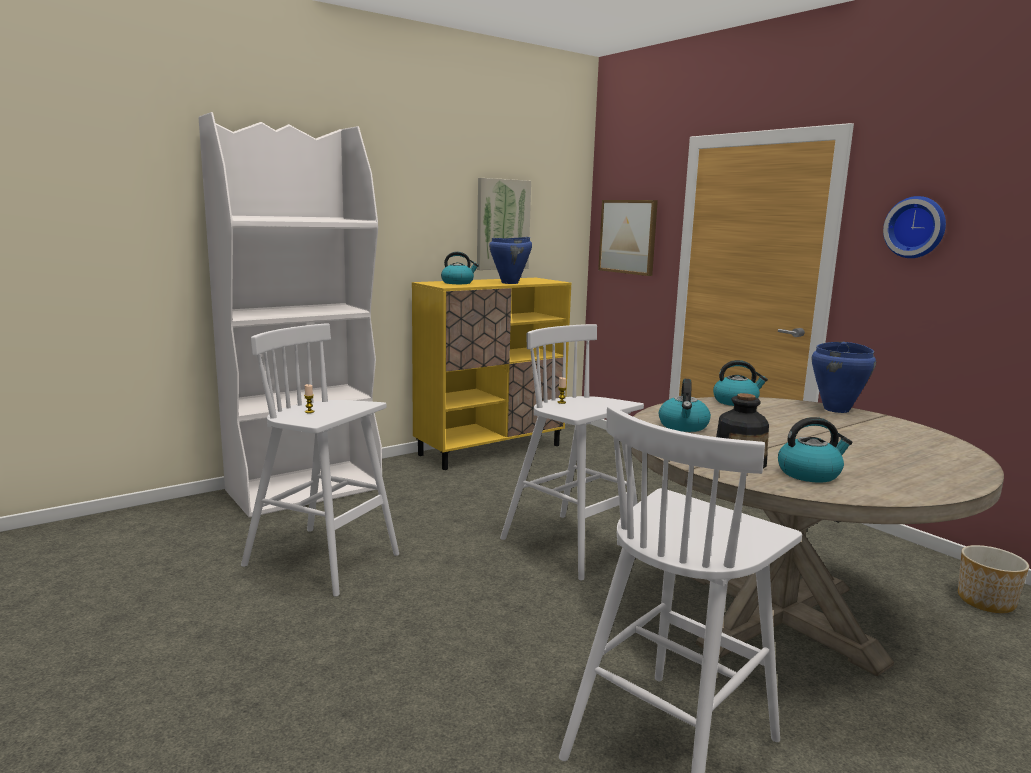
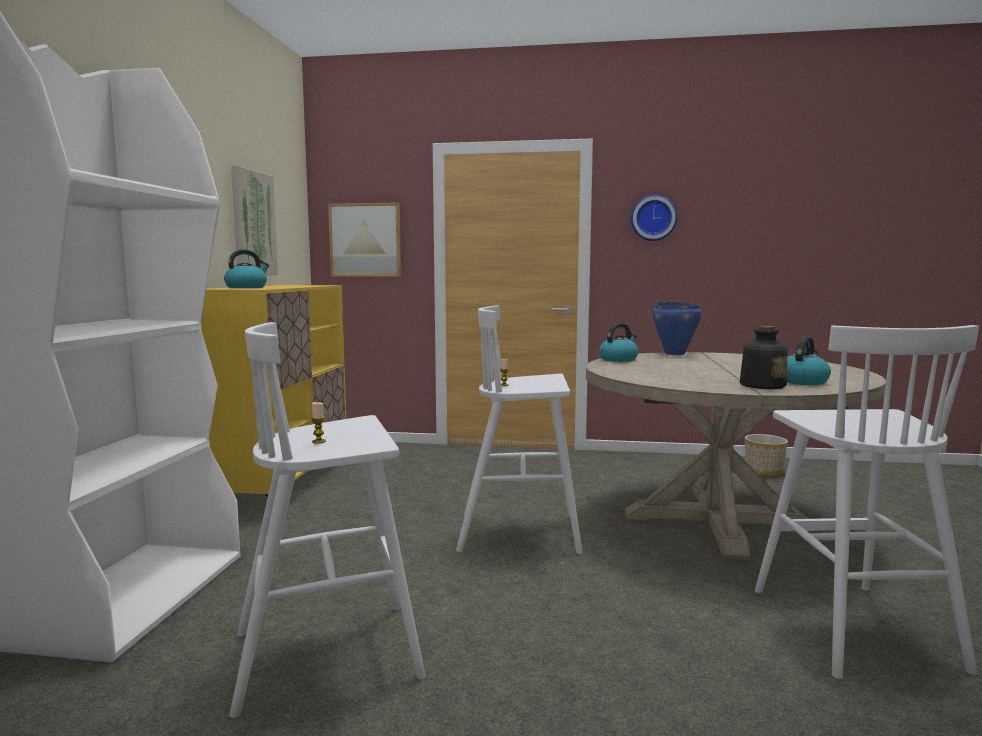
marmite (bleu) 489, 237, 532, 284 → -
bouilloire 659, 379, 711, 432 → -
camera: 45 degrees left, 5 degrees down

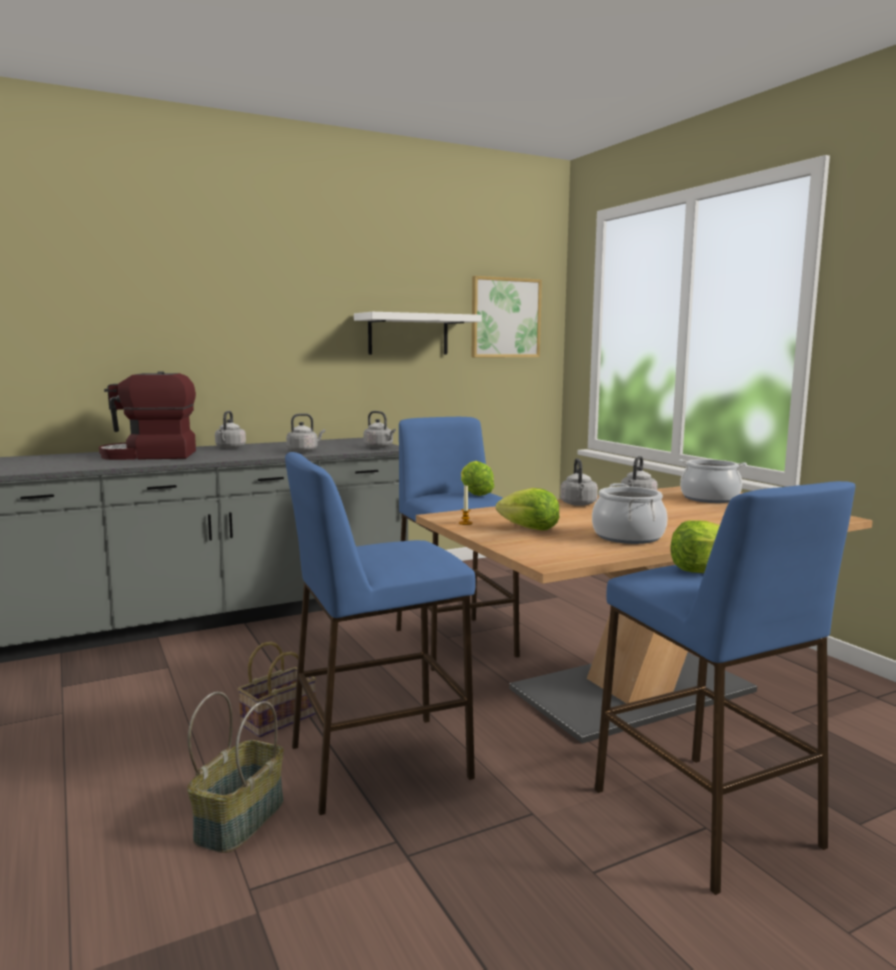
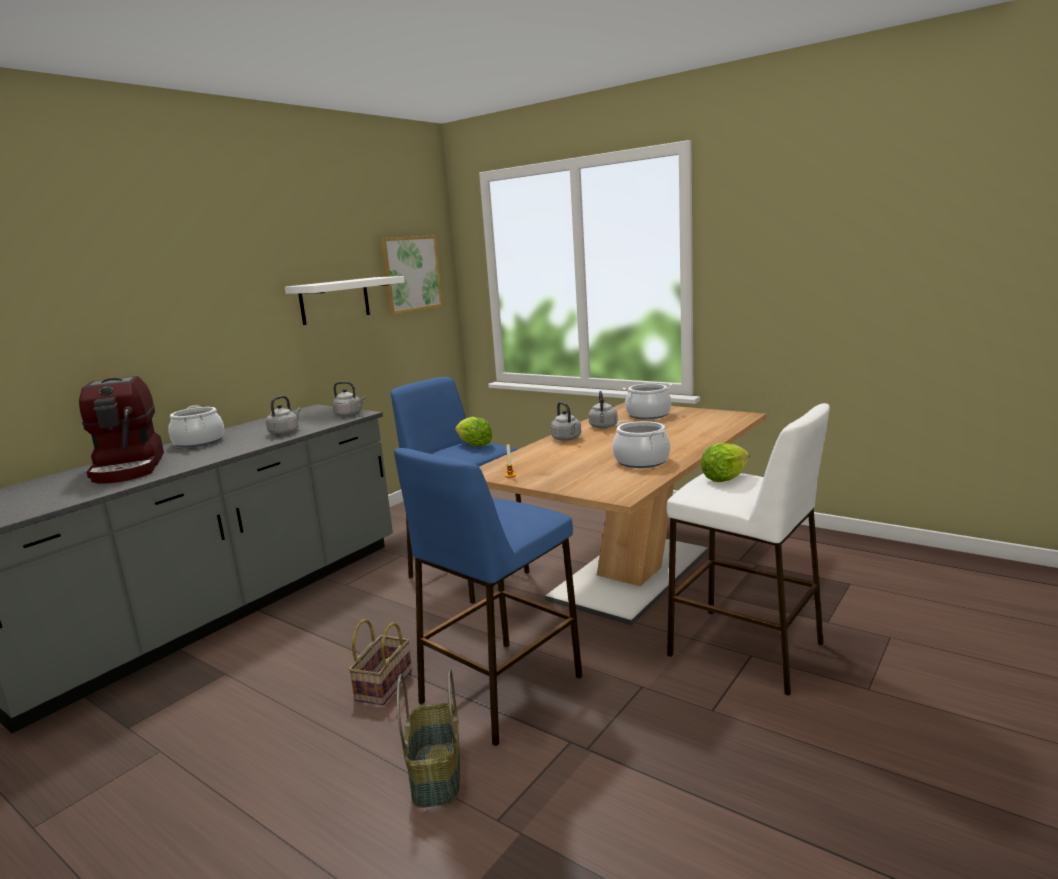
machine à café 99, 372, 196, 460 → machine à café 79, 376, 164, 484, 75 degrees counterclockwise
bouilloire (gris) 215, 411, 246, 449 → marmite 168, 405, 224, 448
tabouret (bleu) 595, 481, 855, 895 → tabouret (blanc) 667, 403, 830, 696
laitue 496, 488, 559, 530 → -
camera: 25 degrees left, 5 degrees up

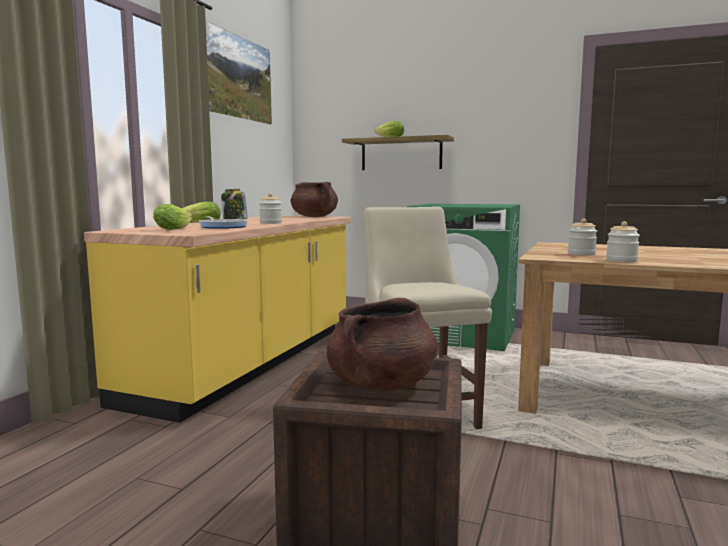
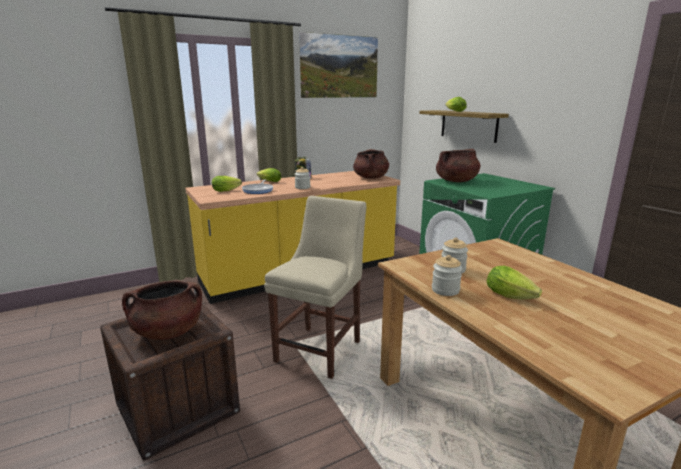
- → marmite (marron) 436, 149, 480, 182
- → laitue 486, 266, 542, 300
camera: 40 degrees right, 10 degrees up

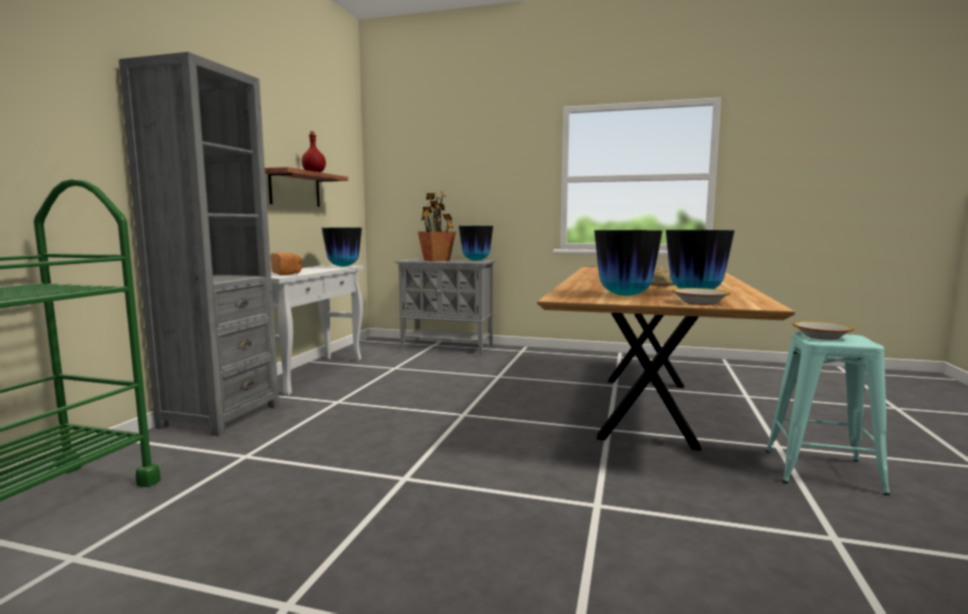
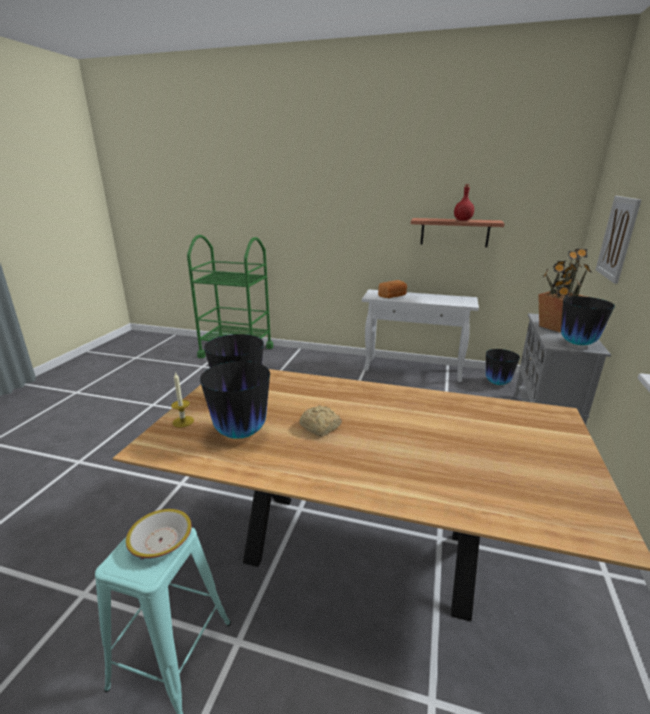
bol 672, 288, 731, 305 → bougie 171, 372, 194, 428
vase 322, 228, 362, 267 → vase 486, 349, 520, 385, shifted
- → tableau 596, 196, 641, 284
bibliothèque (gris) 119, 52, 279, 436 → -
camera: 90 degrees right, 15 degrees up

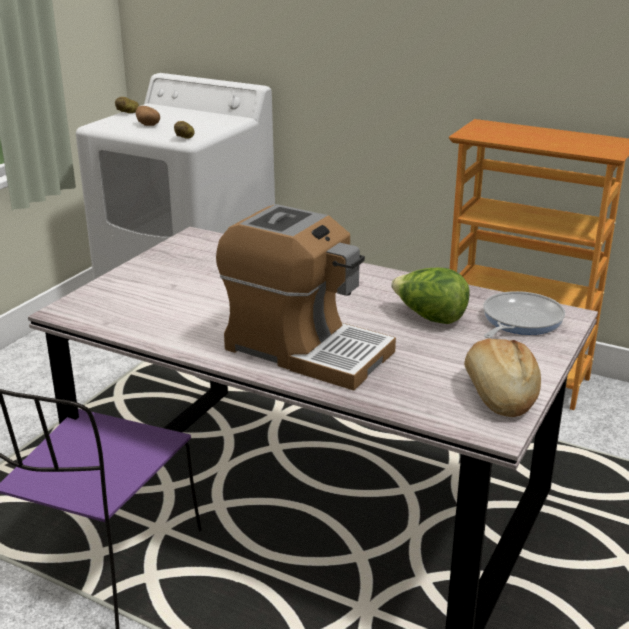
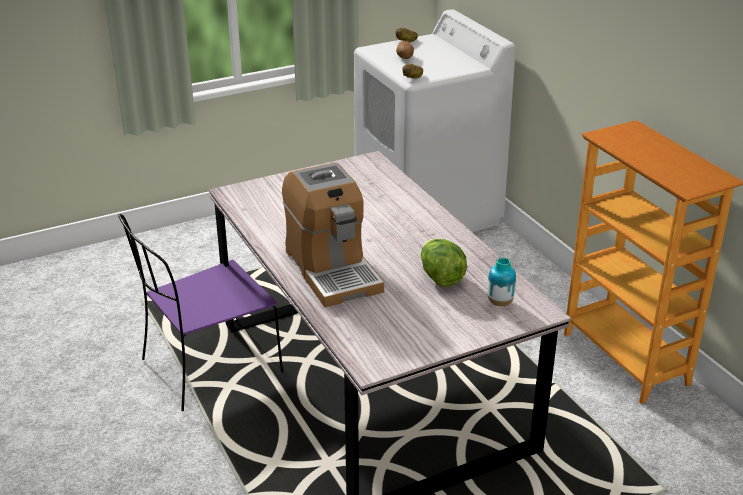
poêle 483, 291, 565, 338 → vase 487, 257, 516, 306
pain 464, 338, 541, 417 → -
camera: 35 degrees right, 5 degrees up

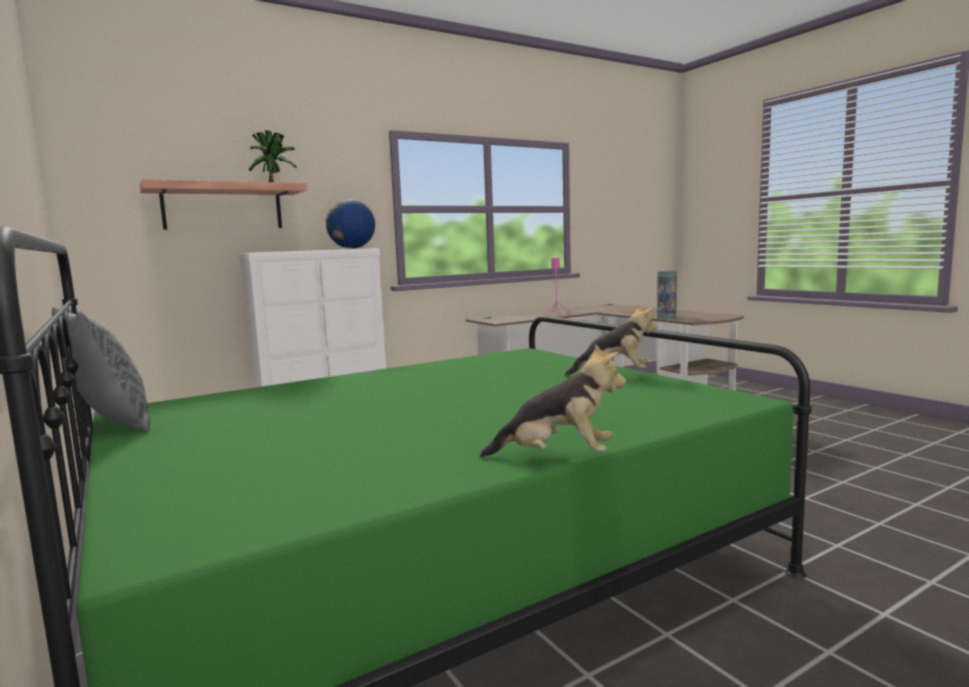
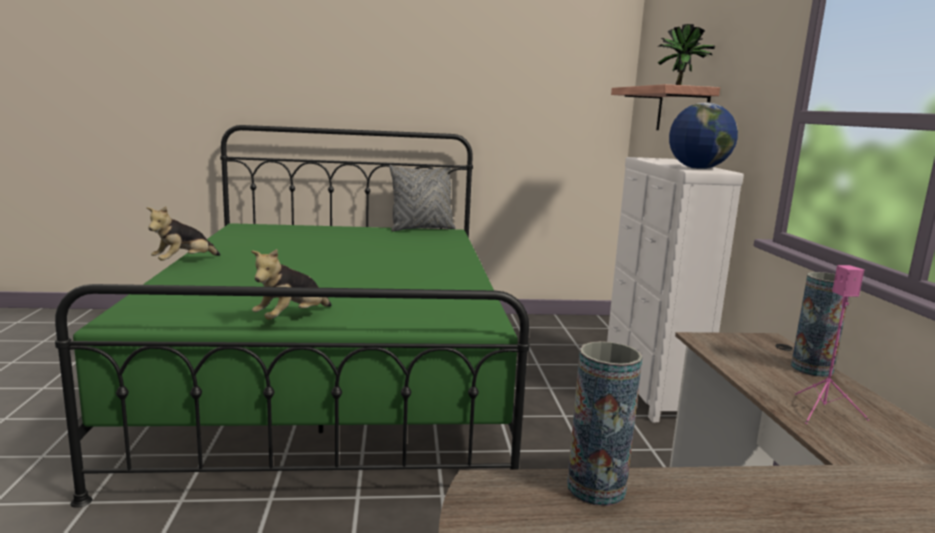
- → vase 791, 272, 849, 377
camera: 115 degrees right, 5 degrees up

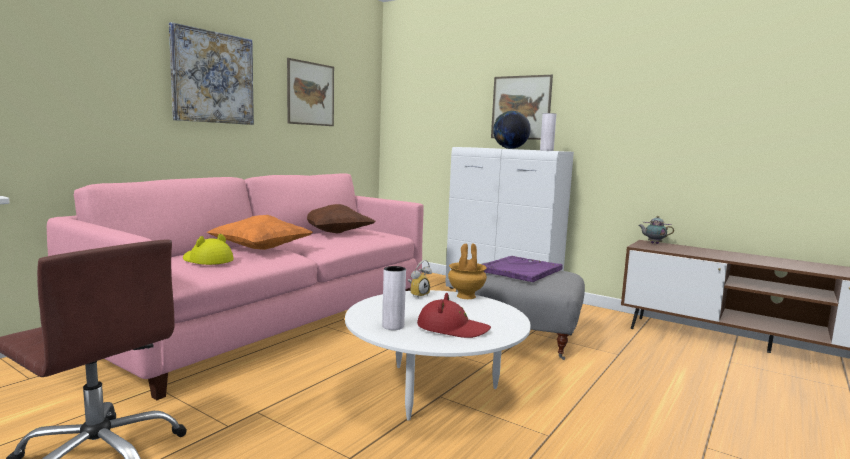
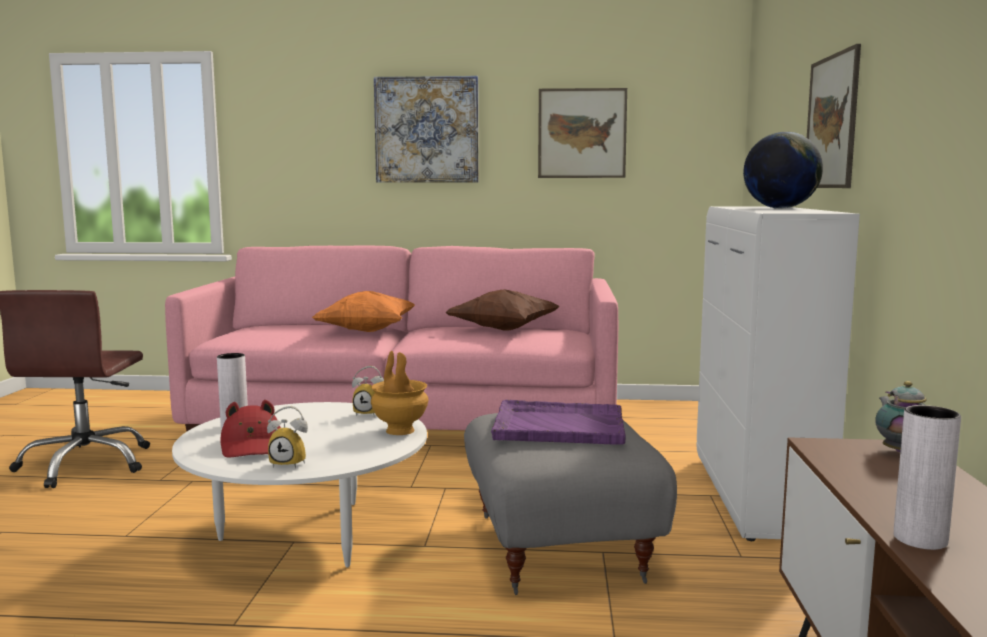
- → réveil 267, 406, 308, 468
vase (blanc) 540, 113, 556, 151 → vase (blanc) 894, 405, 961, 550, shifted
chapeau (jaune) 183, 234, 234, 265 → -
camera: 60 degrees right, 0 degrees up

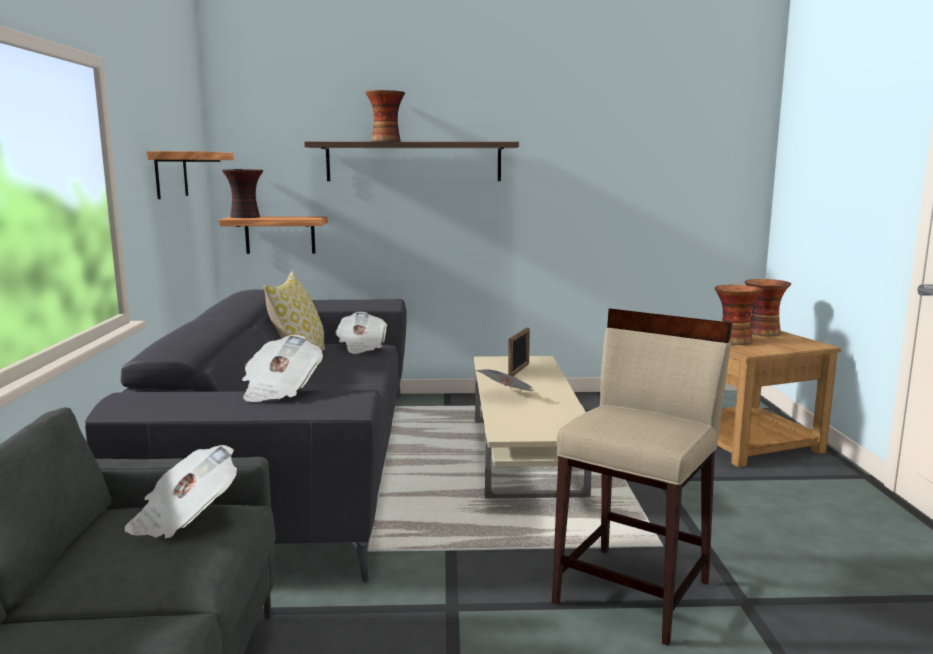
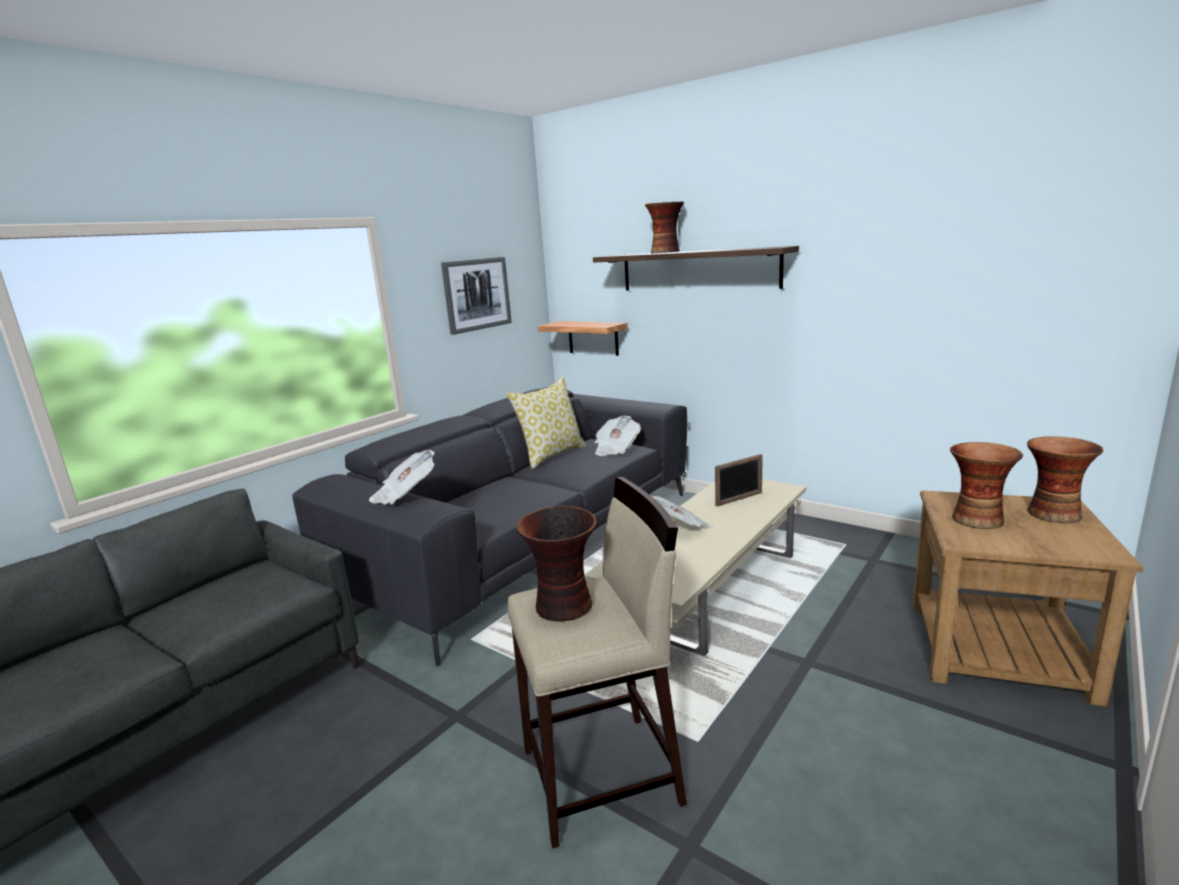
étagère 147, 151, 234, 199 → tableau 441, 257, 512, 335
vase 222, 169, 263, 218 → vase 516, 506, 597, 622, shifted
journal 125, 445, 237, 538 → -
camera: 40 degrees right, 5 degrees up

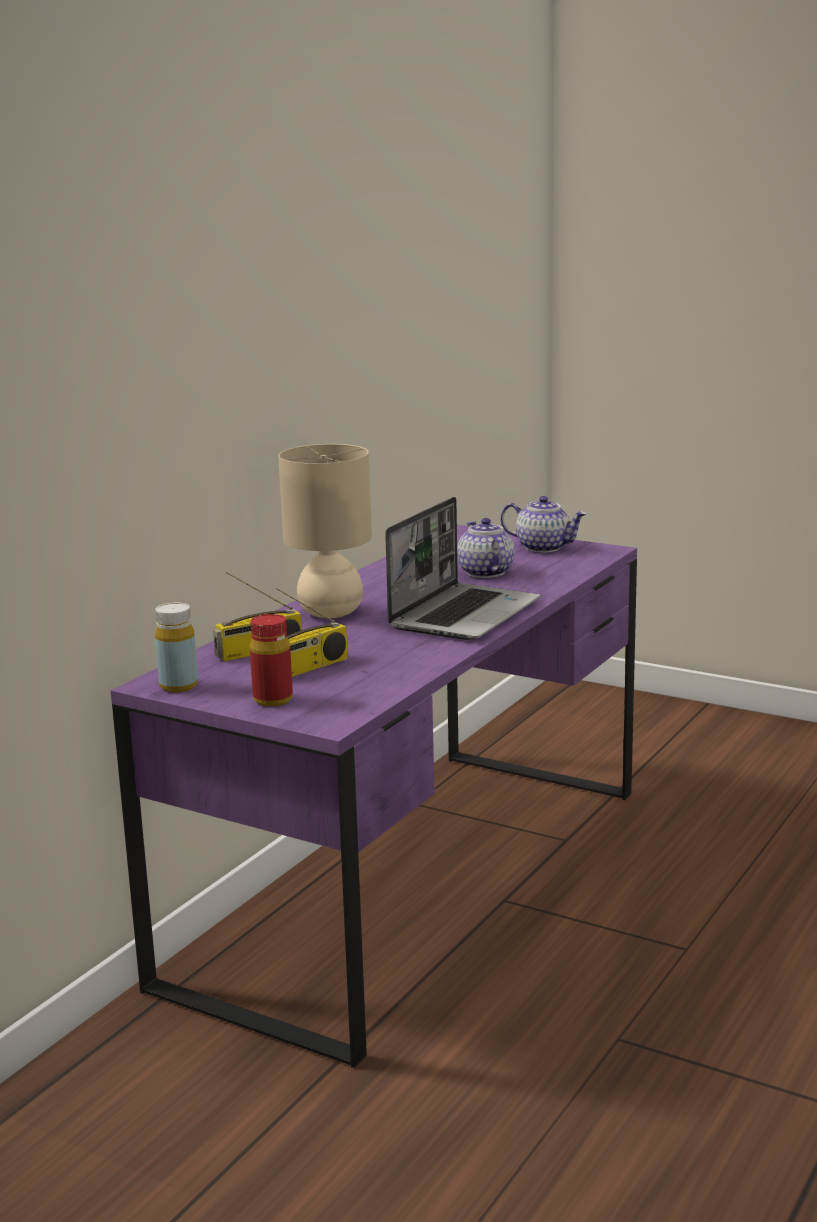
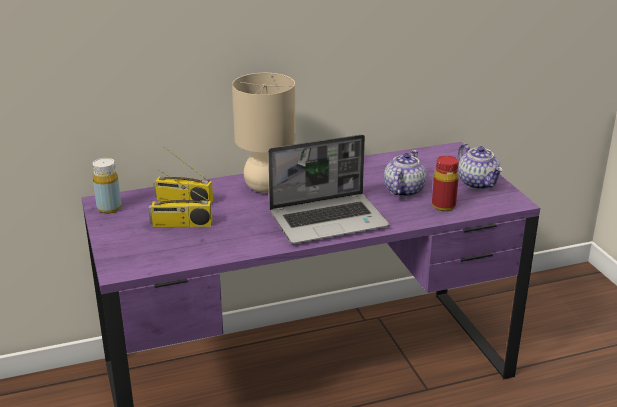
bouteille (rouge) 250, 614, 293, 706 → bouteille (rouge) 432, 156, 459, 211, shifted
camera: 40 degrees right, 10 degrees up

